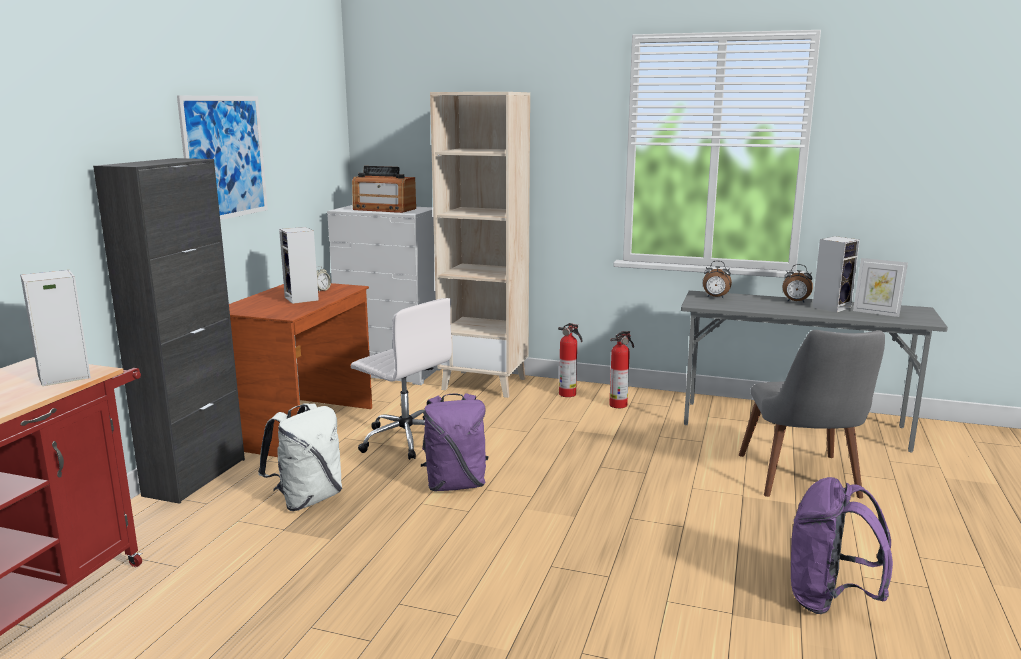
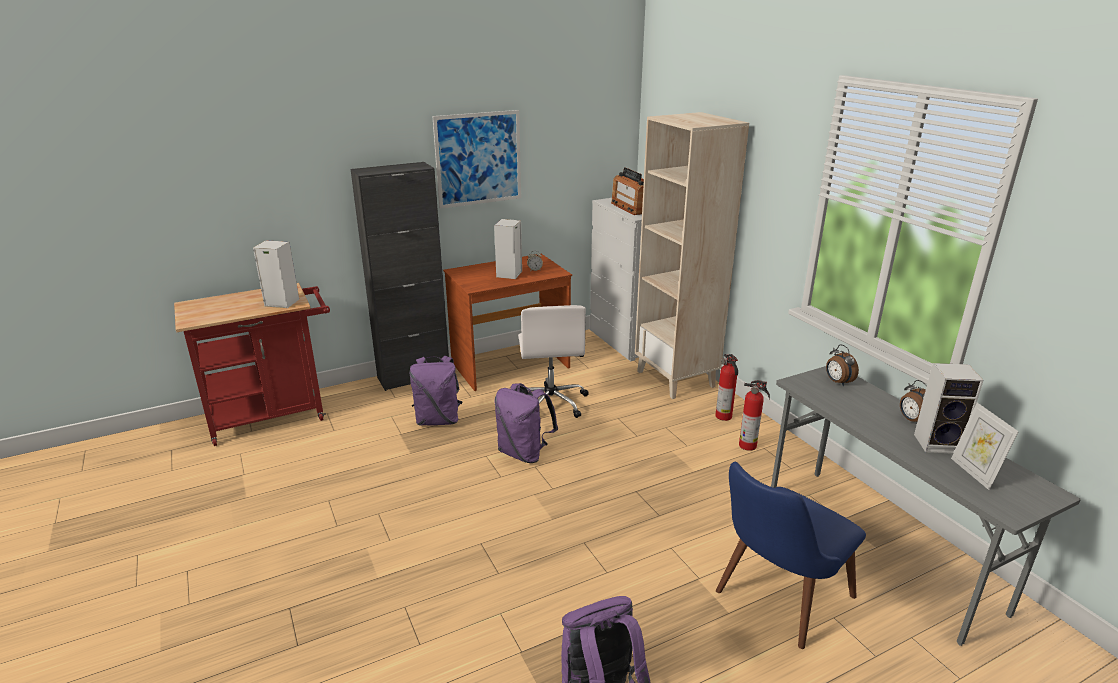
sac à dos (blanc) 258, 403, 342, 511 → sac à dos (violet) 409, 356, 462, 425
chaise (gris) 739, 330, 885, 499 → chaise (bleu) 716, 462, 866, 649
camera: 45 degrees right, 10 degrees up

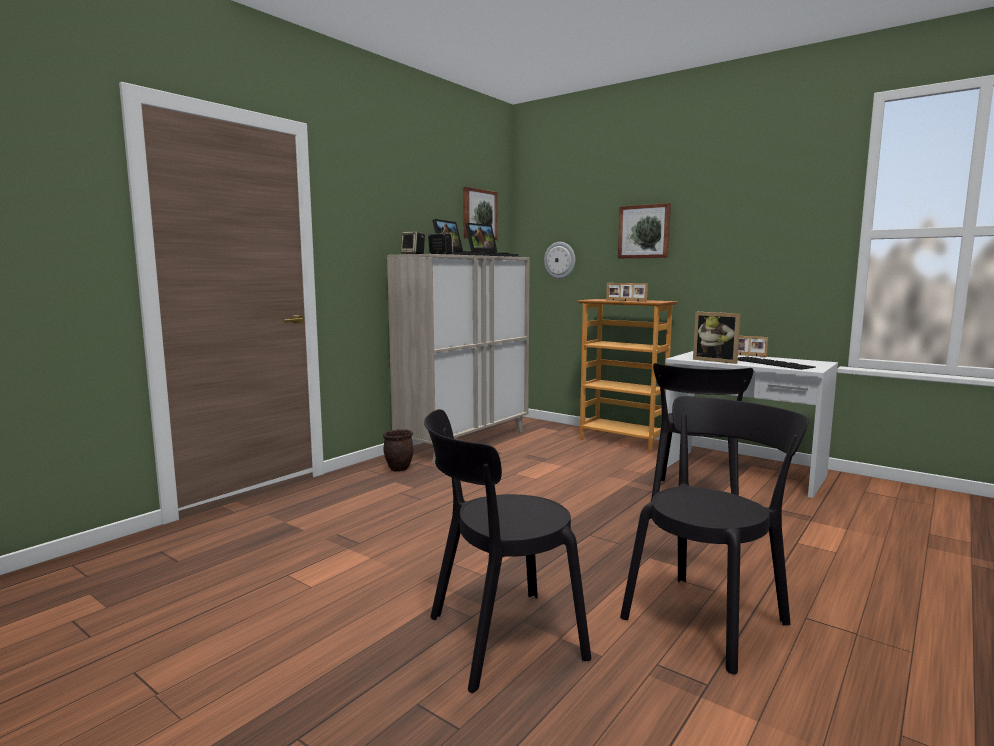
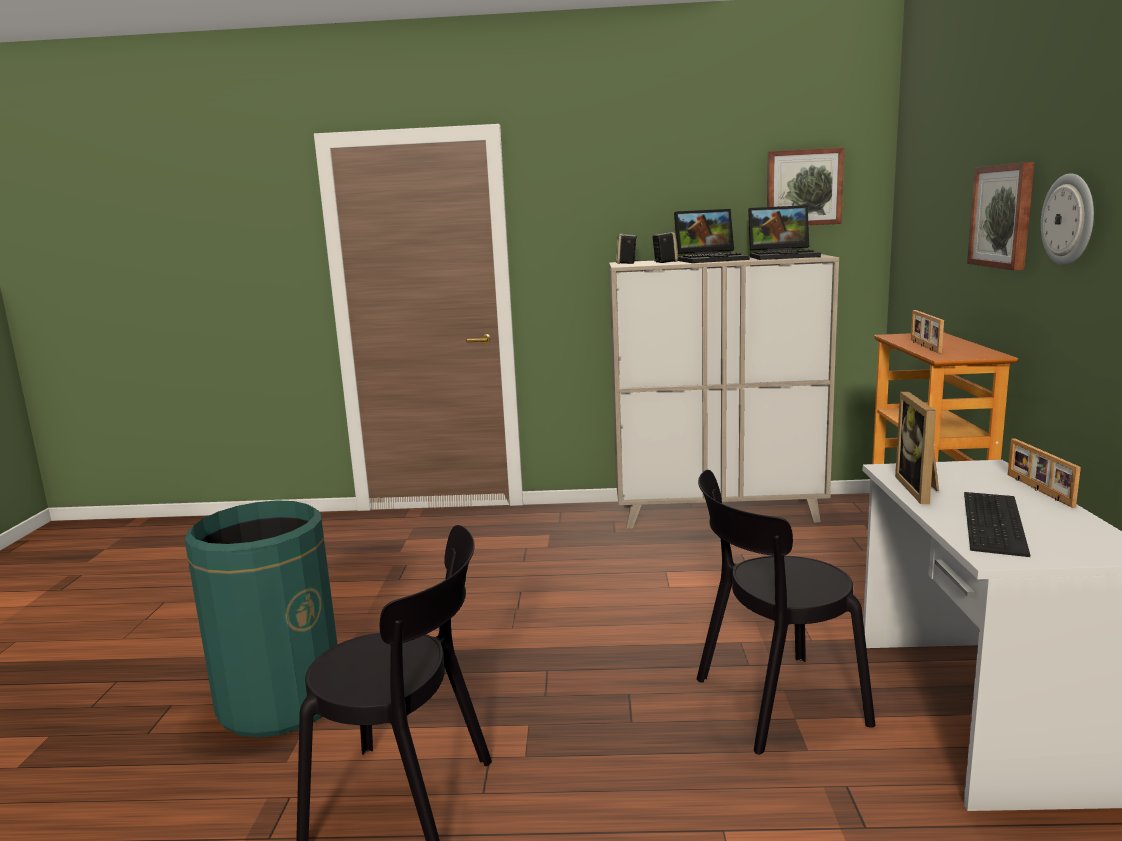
chaise (noir) 424, 409, 591, 693 → poubelle (vert) 184, 500, 338, 738
horloge murale 544, 242, 575, 279 → horloge murale 1041, 173, 1094, 265, shifted
cache-pot (marron) 383, 429, 413, 472 → -
camera: 55 degrees right, 5 degrees up

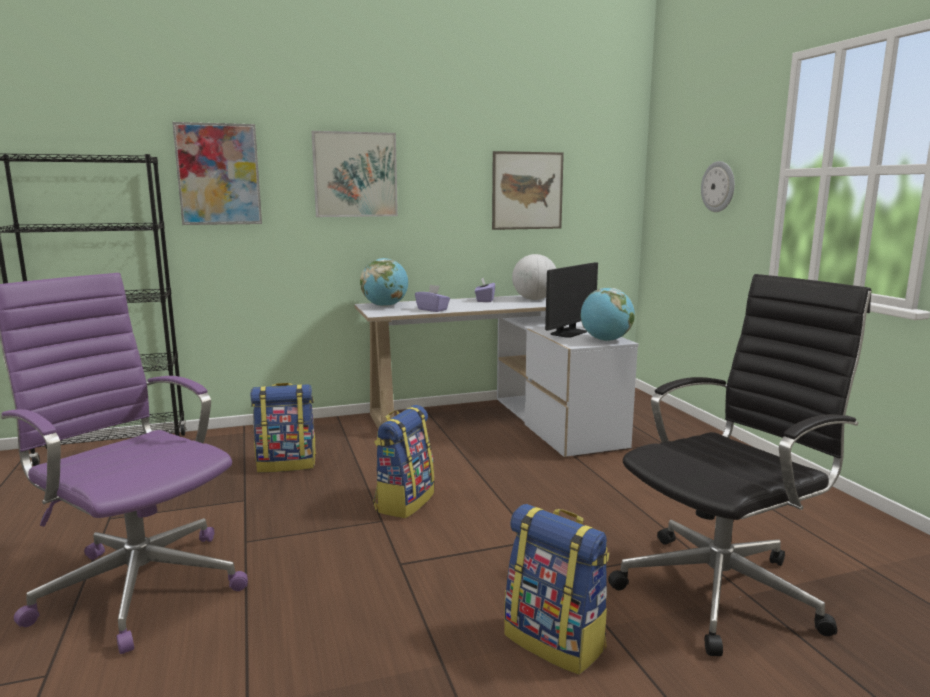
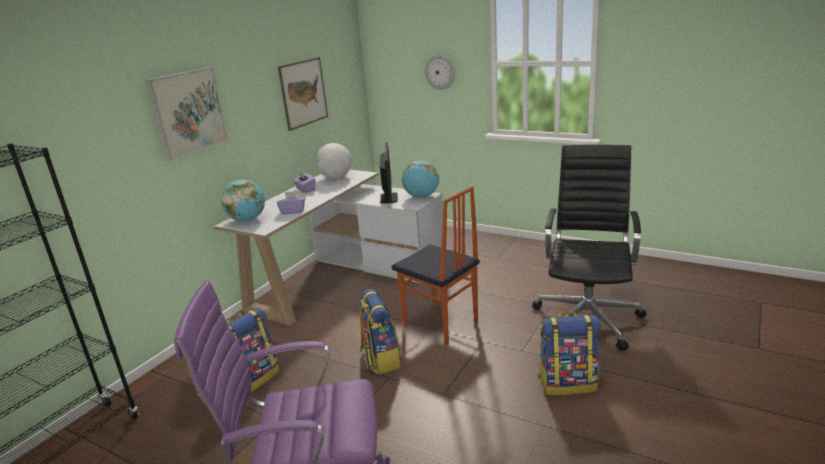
- → chaise 392, 186, 480, 345
tableau 172, 122, 262, 225 → -
camera: 40 degrees left, 10 degrees up

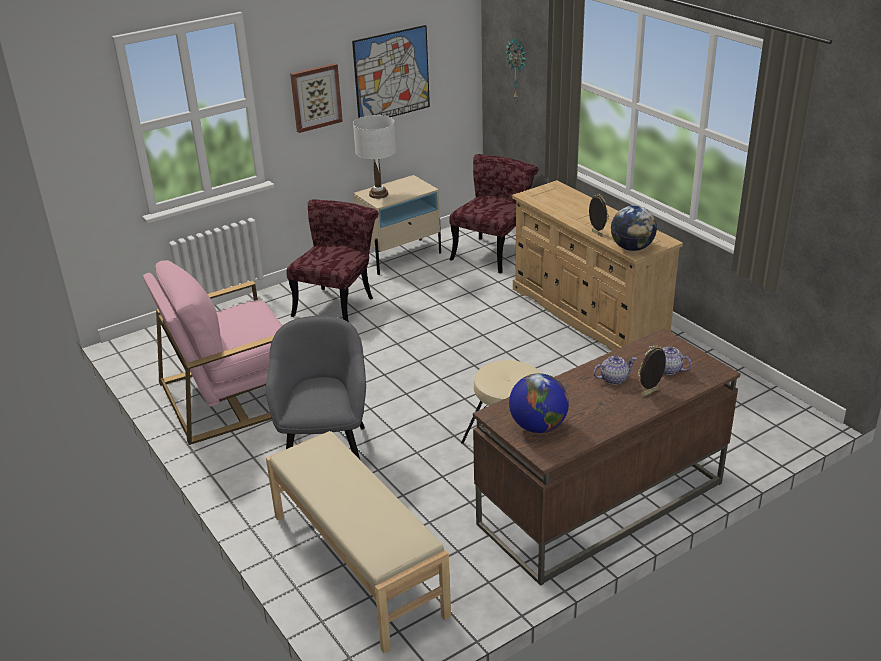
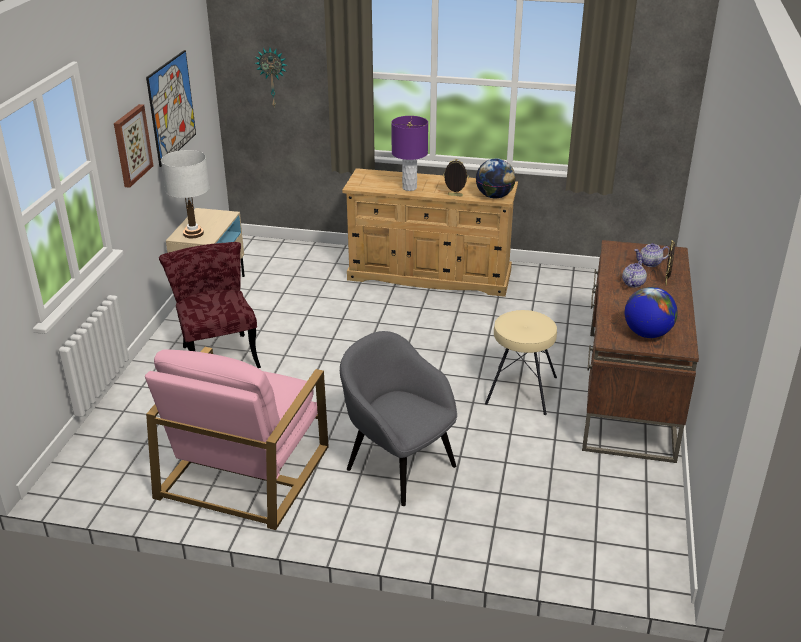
- → lampe de table (violet) 391, 116, 428, 191
banc (beige) 266, 431, 451, 653 → -
chaise (rouge) 449, 154, 539, 273 → -
camera: 45 degrees left, 0 degrees up

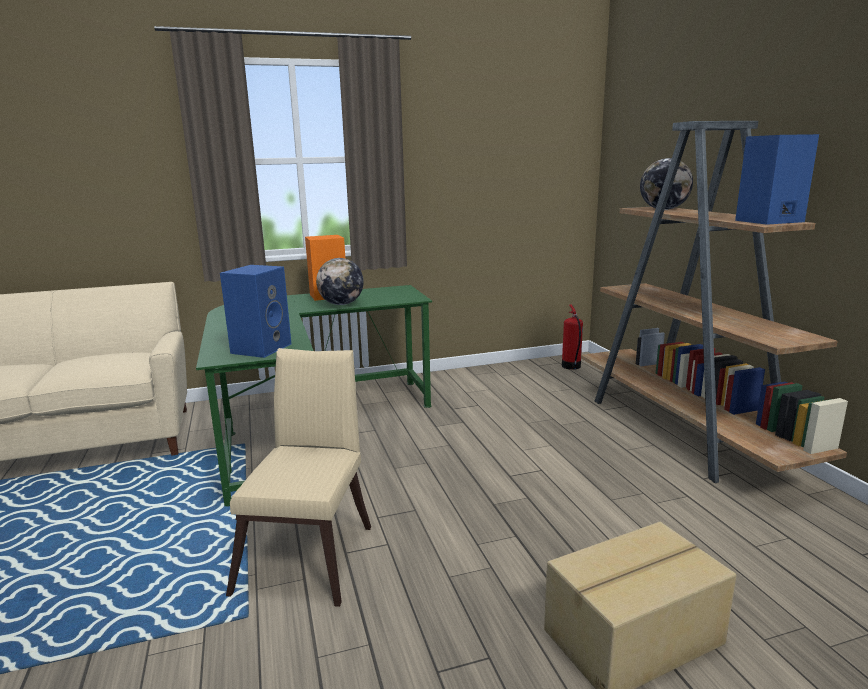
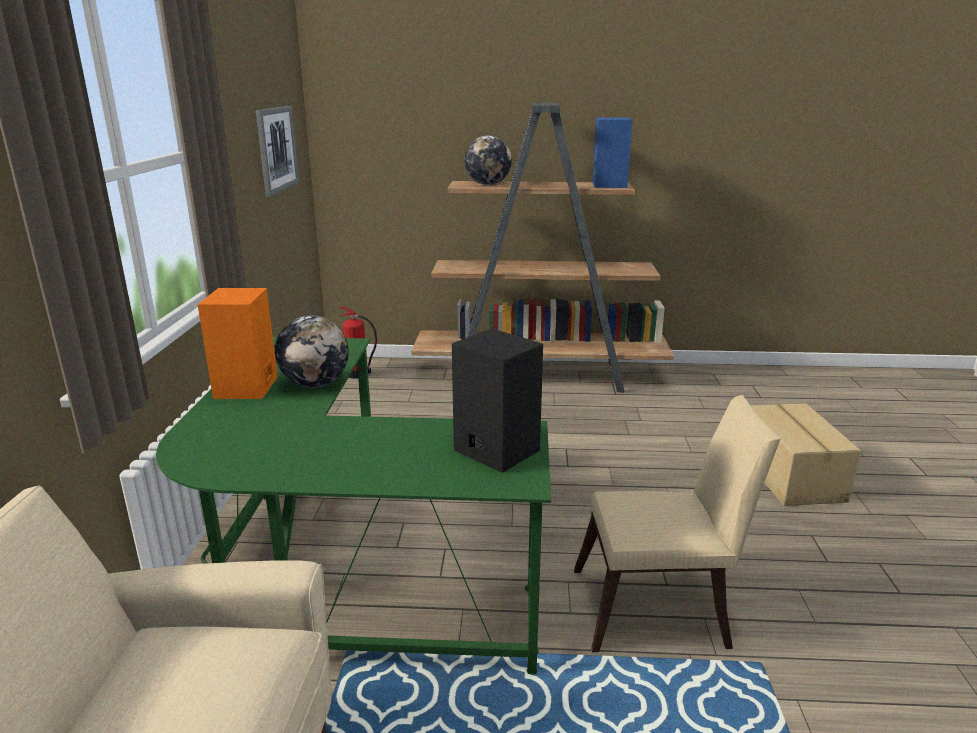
- → tableau 256, 106, 300, 197
enceinte (bleu) 220, 265, 291, 358 → enceinte (noir) 452, 329, 543, 473
chaise (beige) 226, 348, 371, 607 → chaise (beige) 574, 395, 780, 652, 150 degrees clockwise
camera: 70 degrees left, 5 degrees up

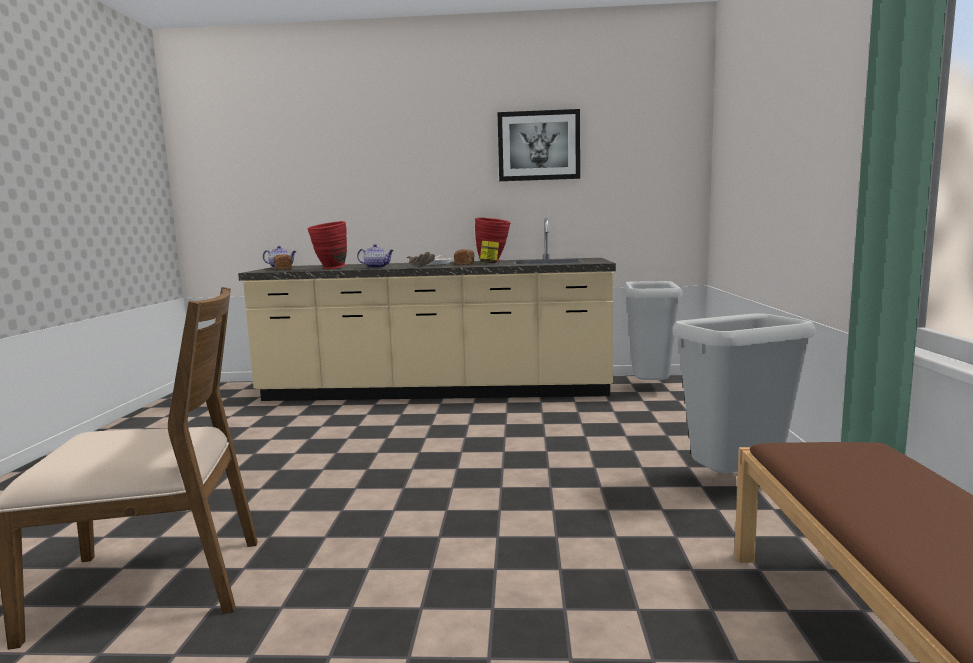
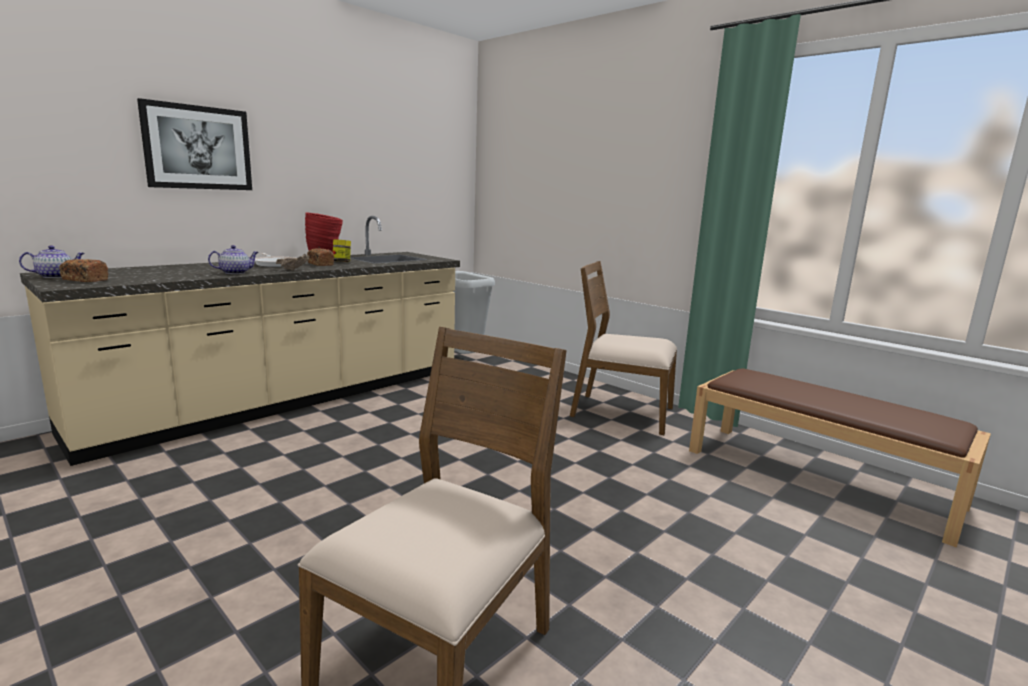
tableau 498, 109, 580, 181 → tableau 137, 98, 252, 190, shifted
poubelle (gris) 673, 314, 816, 473 → chaise (marron) 570, 261, 677, 435
vase (rouge) 307, 221, 347, 270 → -
camera: 50 degrees left, 5 degrees up

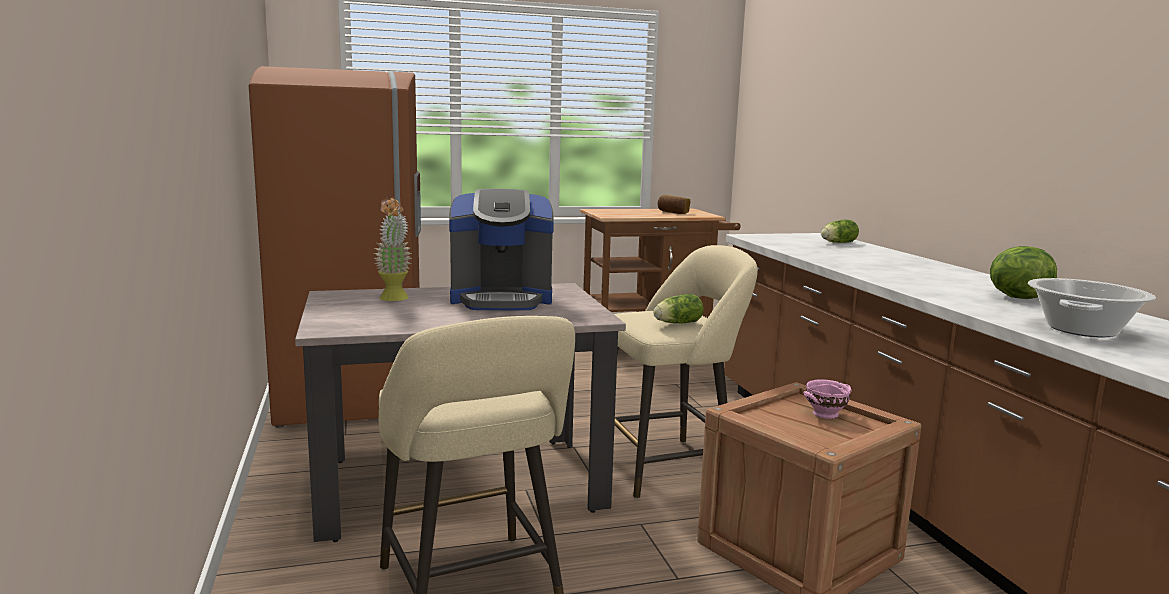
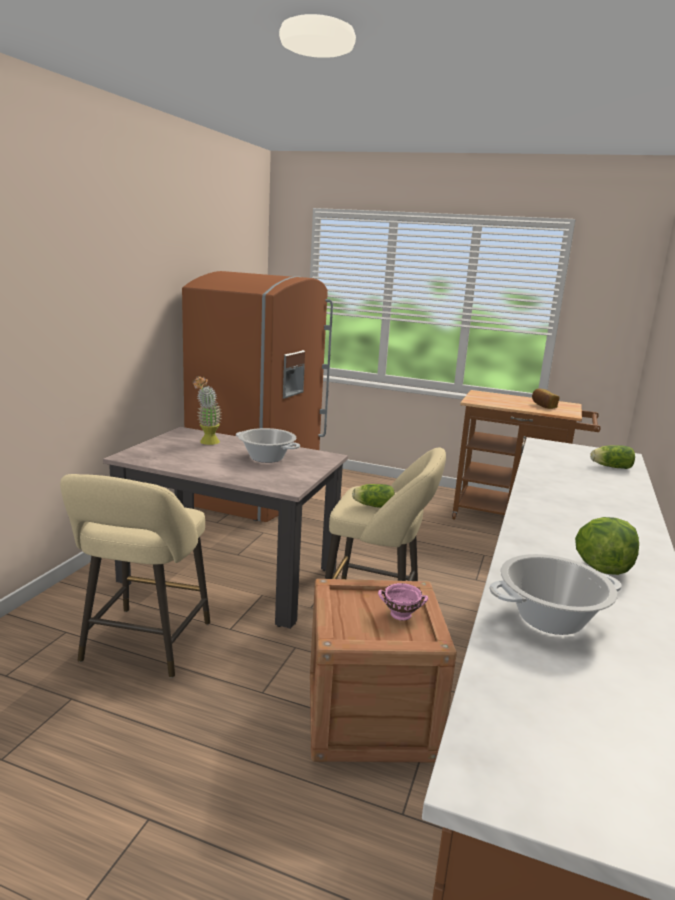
machine à café 449, 189, 554, 310 → marmite 236, 428, 300, 463
camera: 35 degrees right, 5 degrees up

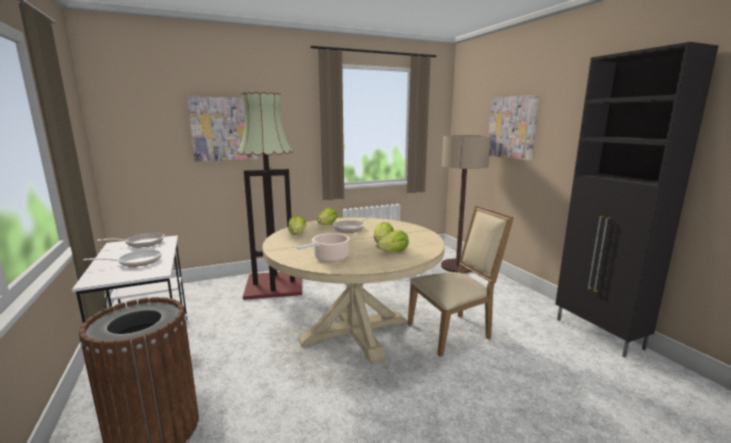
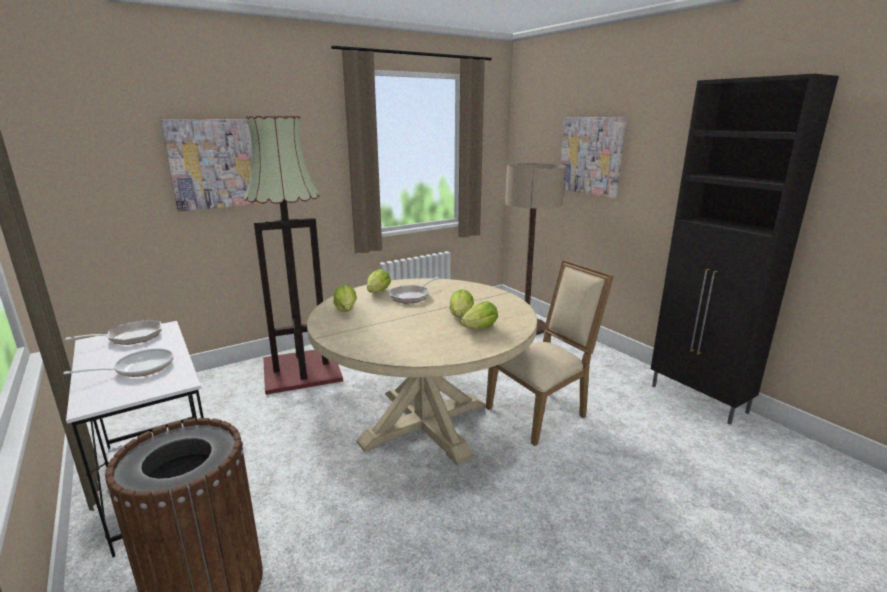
marmite 297, 233, 350, 262 → -
camera: 10 degrees left, 5 degrees up

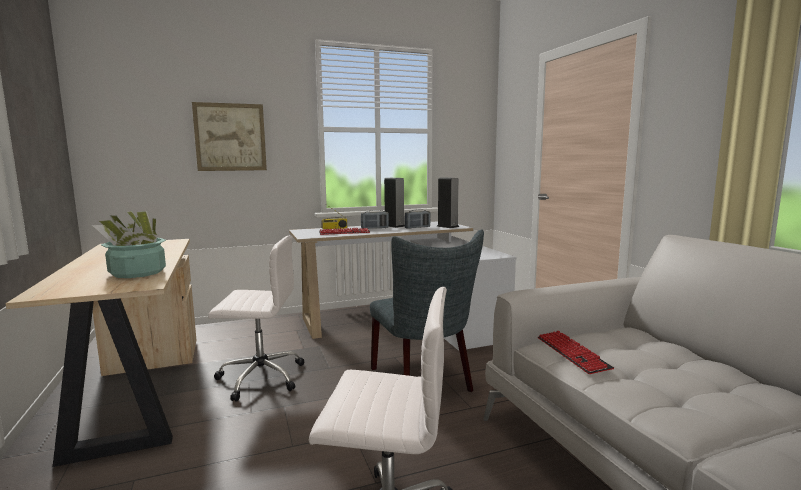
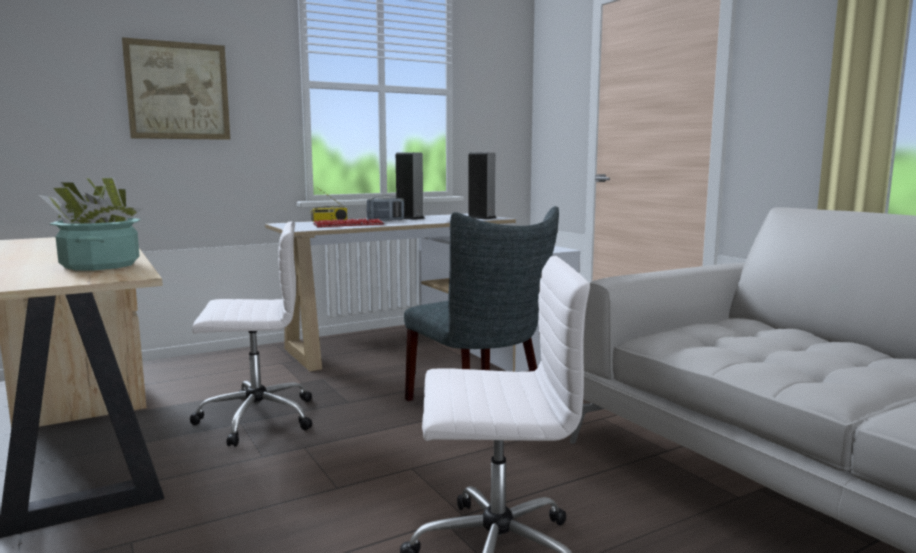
radio 404, 209, 431, 229 → -
clavier 538, 331, 614, 374 → -
camera: 10 degrees left, 0 degrees up

